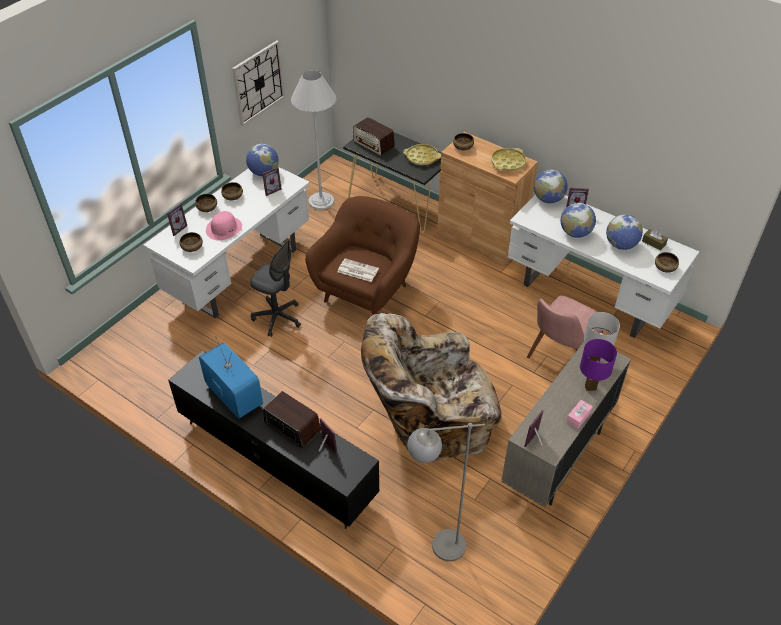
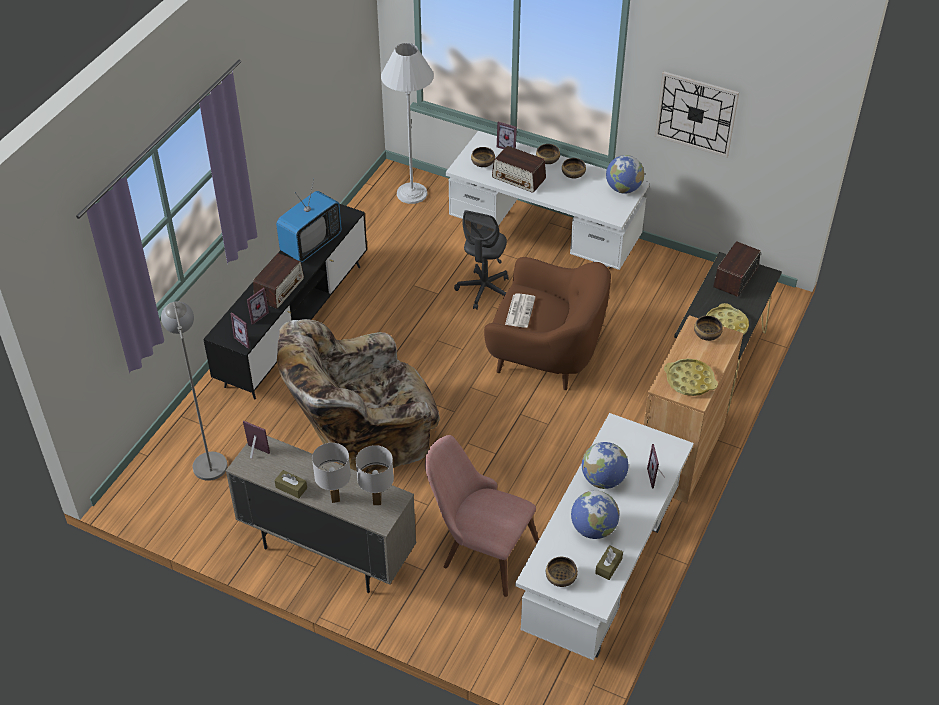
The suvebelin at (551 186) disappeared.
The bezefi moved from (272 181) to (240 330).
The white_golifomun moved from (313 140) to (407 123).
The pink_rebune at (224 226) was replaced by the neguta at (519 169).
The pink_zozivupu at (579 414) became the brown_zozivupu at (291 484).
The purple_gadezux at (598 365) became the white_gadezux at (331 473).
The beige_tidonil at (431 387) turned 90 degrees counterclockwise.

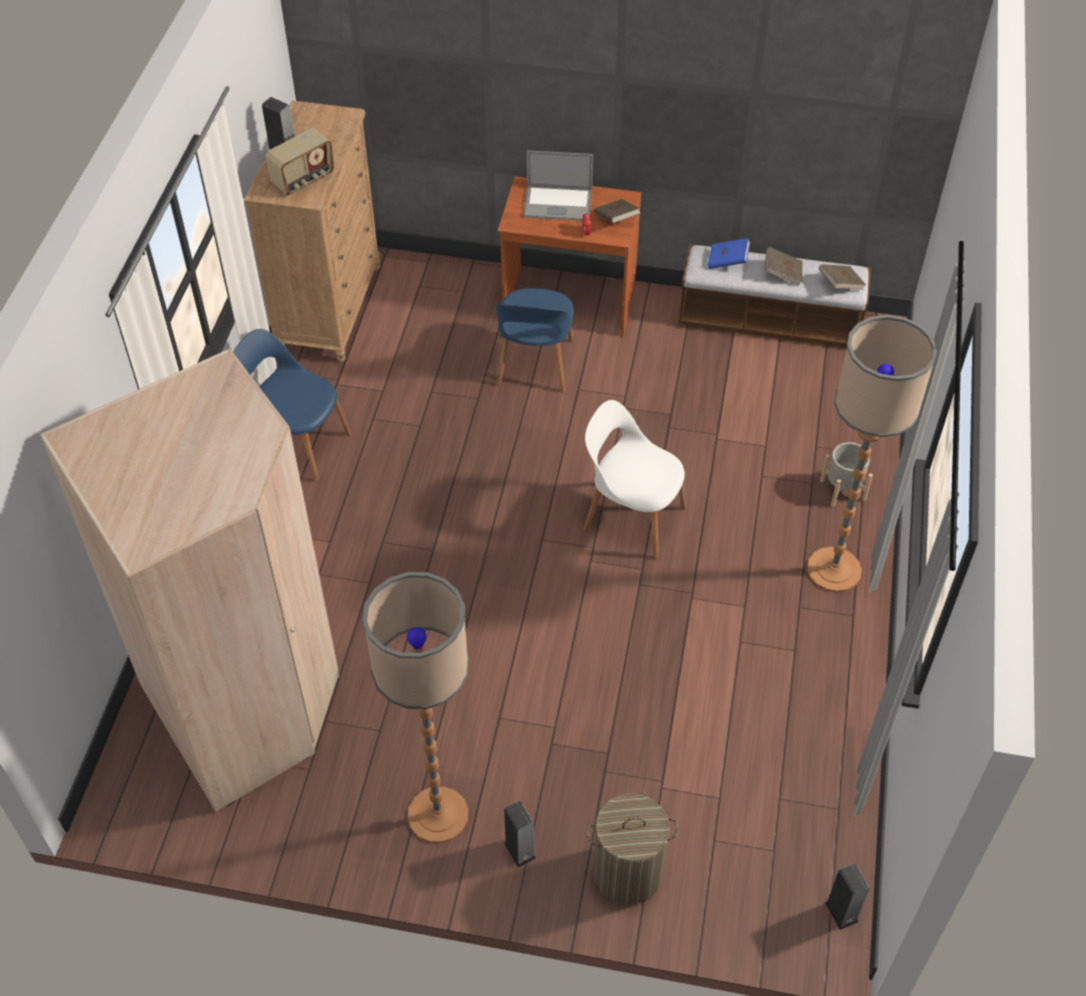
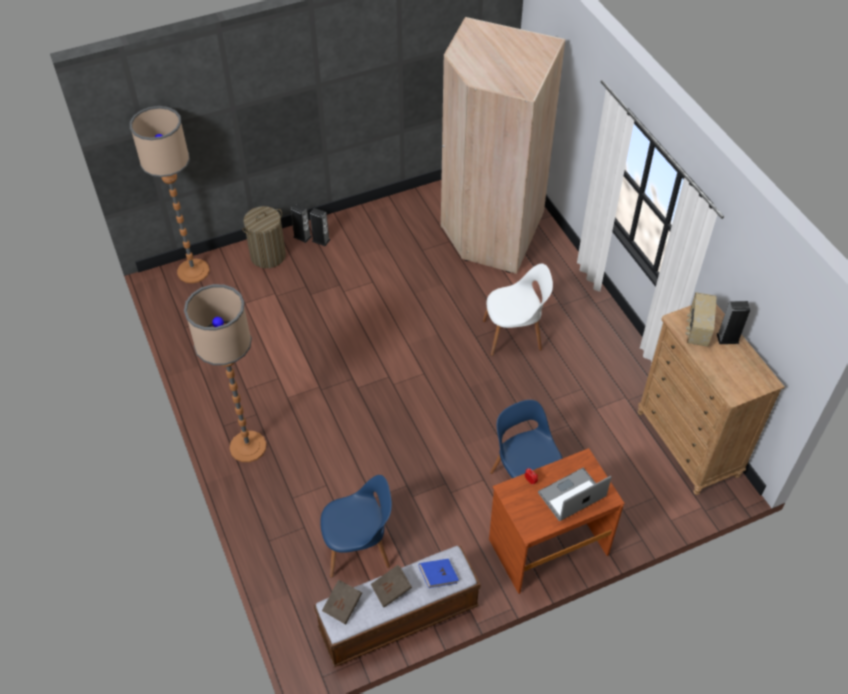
The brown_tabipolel at (617 211) disappeared.
The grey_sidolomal at (846 474) disappeared.
The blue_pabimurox moved from (292 405) to (356 526).
The golifomun moved from (415 707) to (170 194).
The white_pabimurox moved from (634 479) to (518 310).
The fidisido moved from (847 896) to (301 223).

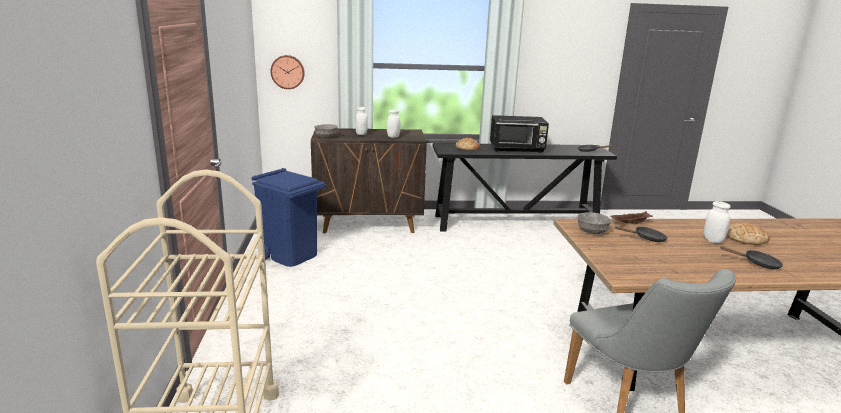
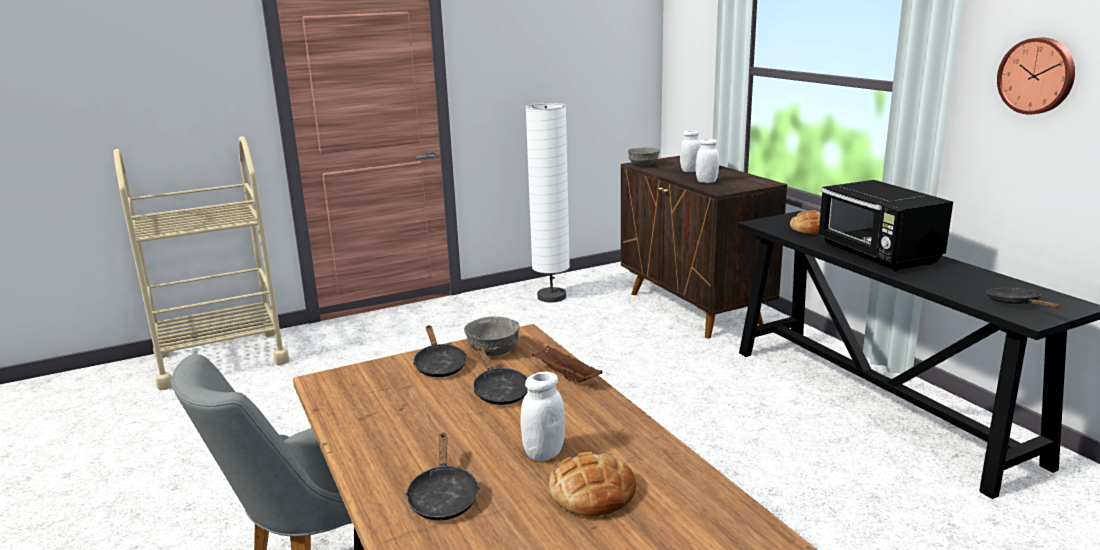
The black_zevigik at (440 351) appeared.
The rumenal moved from (287 72) to (1036 76).
The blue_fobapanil at (288 217) was replaced by the white_golifomun at (548 202).

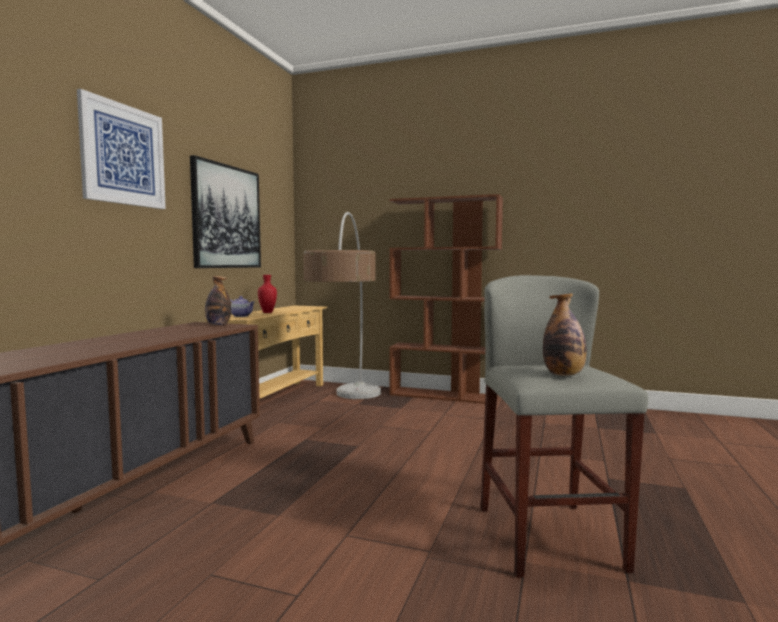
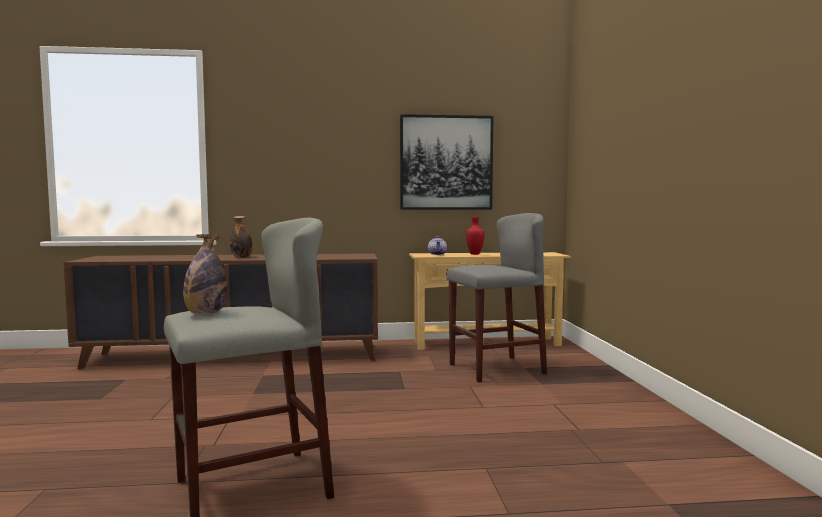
The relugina at (121 149) disappeared.
The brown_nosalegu at (446 299) disappeared.
The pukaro moved from (218 300) to (241 237).
The golifomun at (342 305) was replaced by the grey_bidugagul at (496 298).

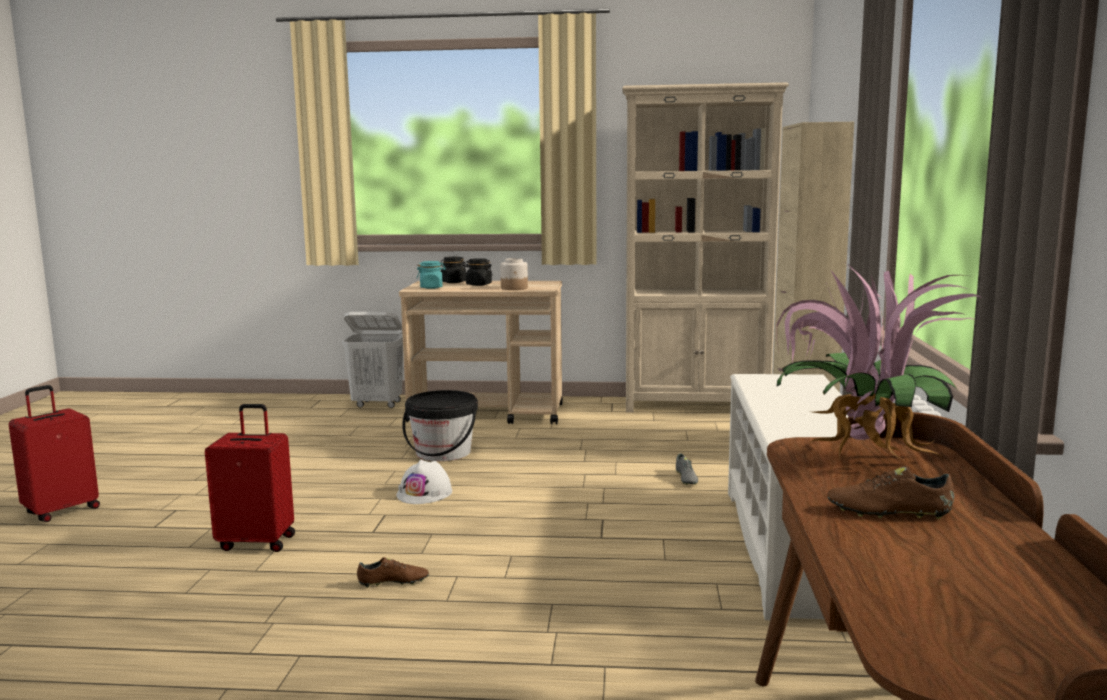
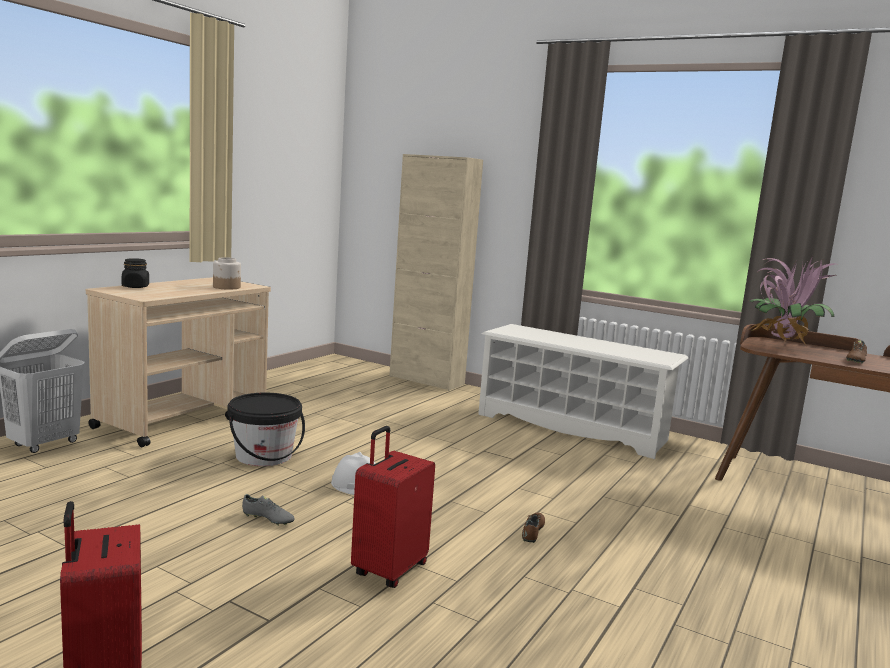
The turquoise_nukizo at (431 275) disappeared.
The black_nukizo at (478 272) disappeared.
The beige_nosalegu at (705 247) disappeared.
The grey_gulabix moved from (687 469) to (268 510).

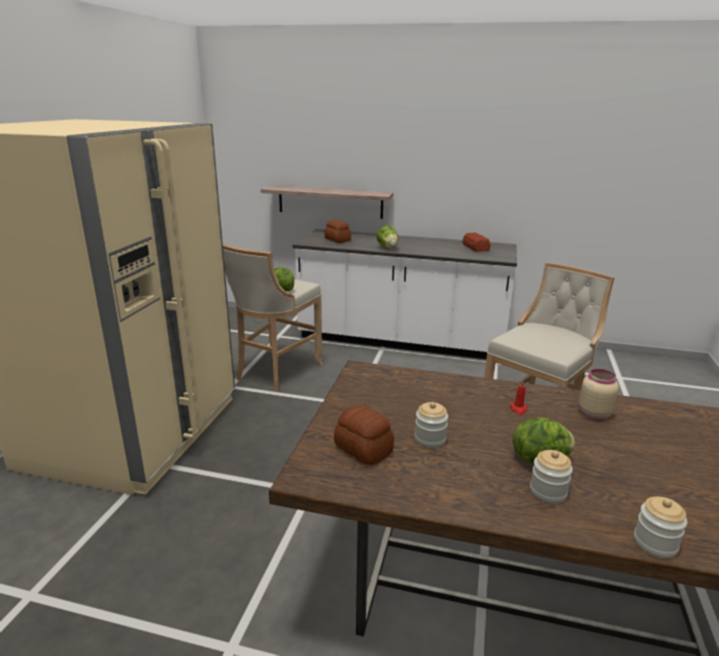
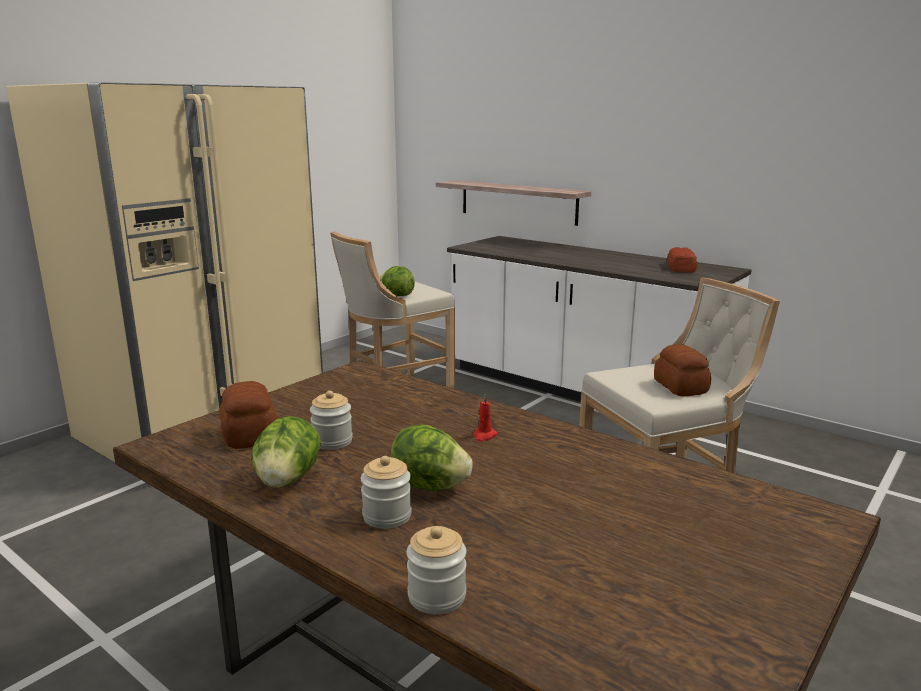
The beige_nukizo at (599 394) disappeared.
The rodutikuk moved from (338 231) to (682 370).
The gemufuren moved from (387 237) to (286 452).

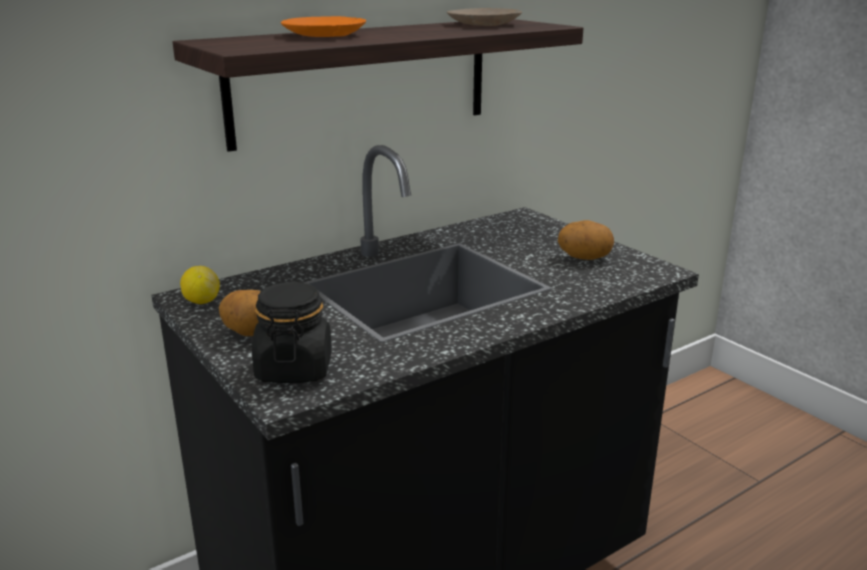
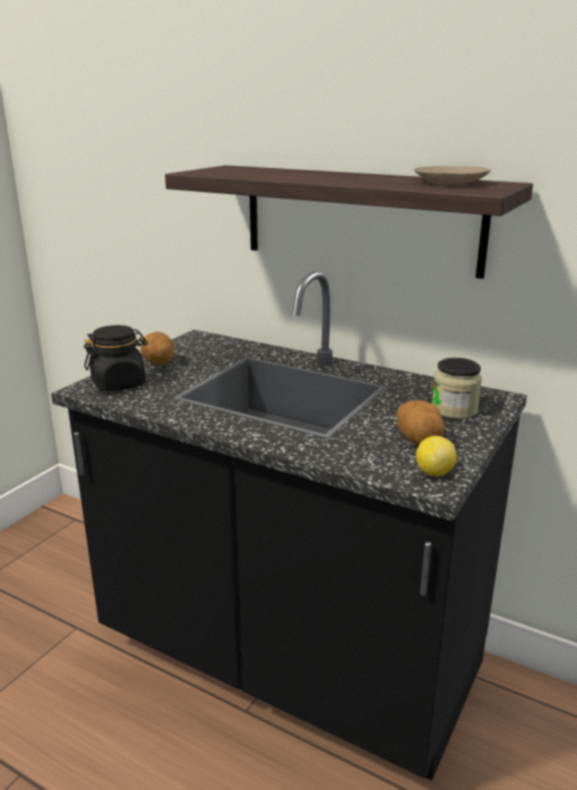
The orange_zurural at (323 26) disappeared.
The nukizo at (457 388) appeared.
The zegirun moved from (200 285) to (436 456).

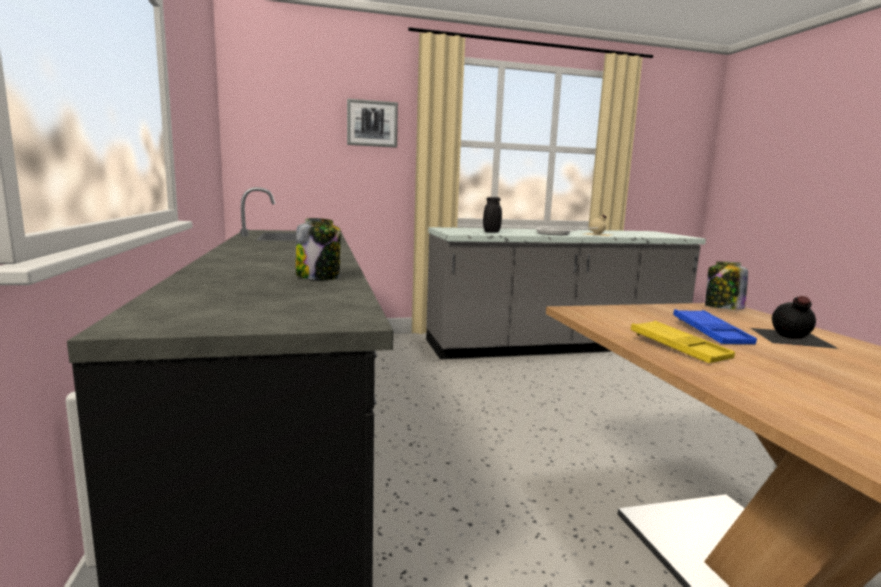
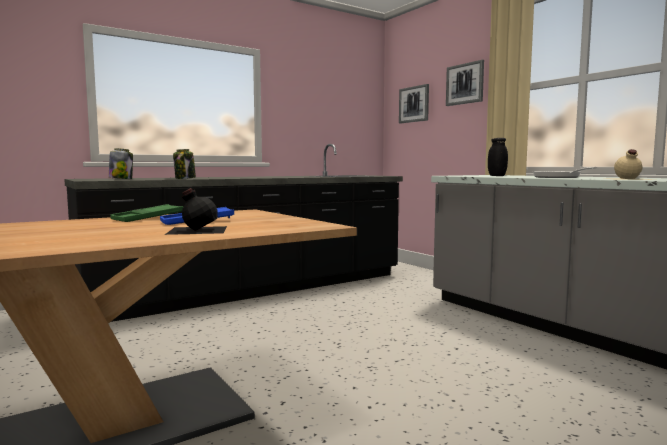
The relugina at (414 103) appeared.
The nukizo moved from (726 285) to (121 163).
The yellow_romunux at (683 342) became the green_romunux at (146 213).

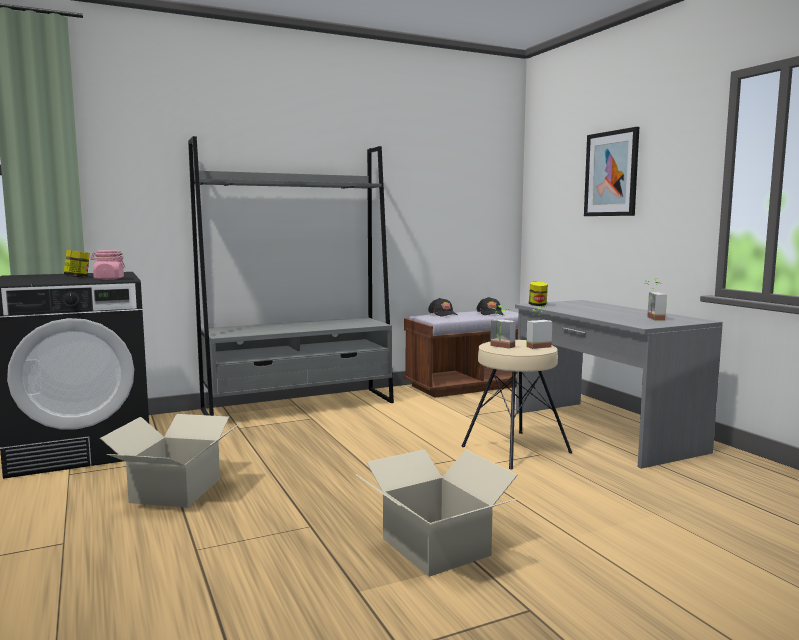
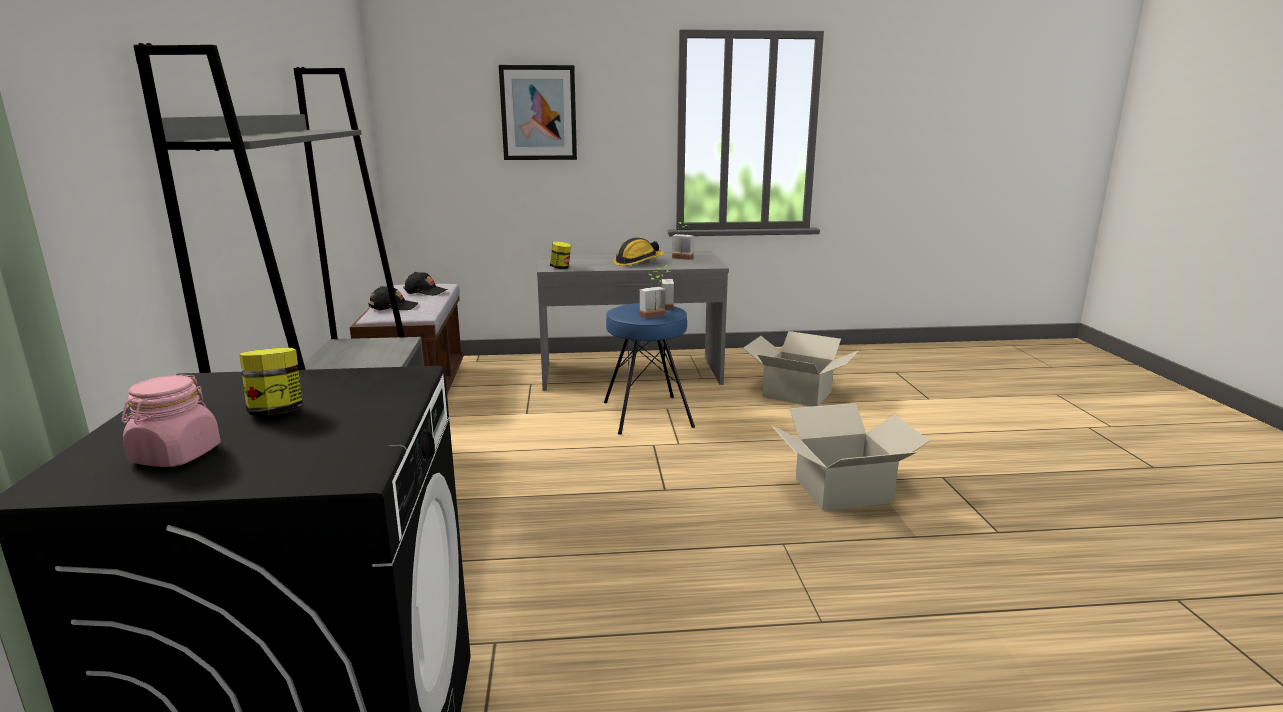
The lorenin at (639 252) appeared.
The pink_nukizo moved from (108 265) to (170 420).
The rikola moved from (170 461) to (800 369).
The beige_bidugagul at (516 405) became the blue_bidugagul at (649 369).

